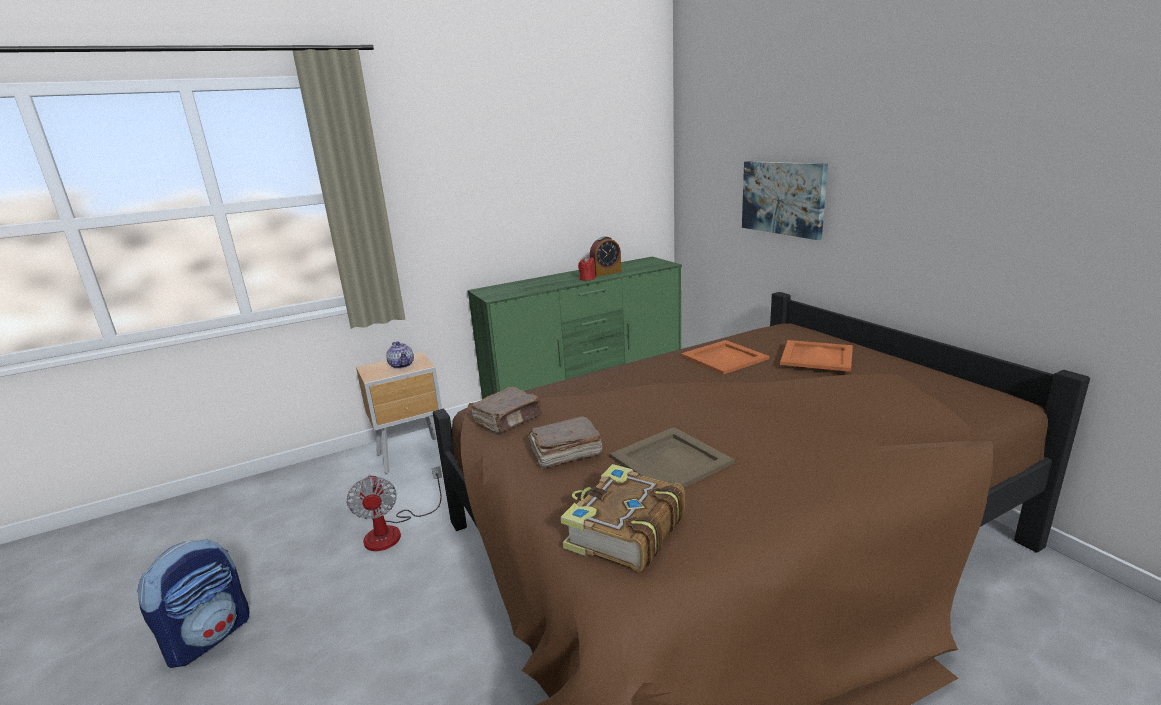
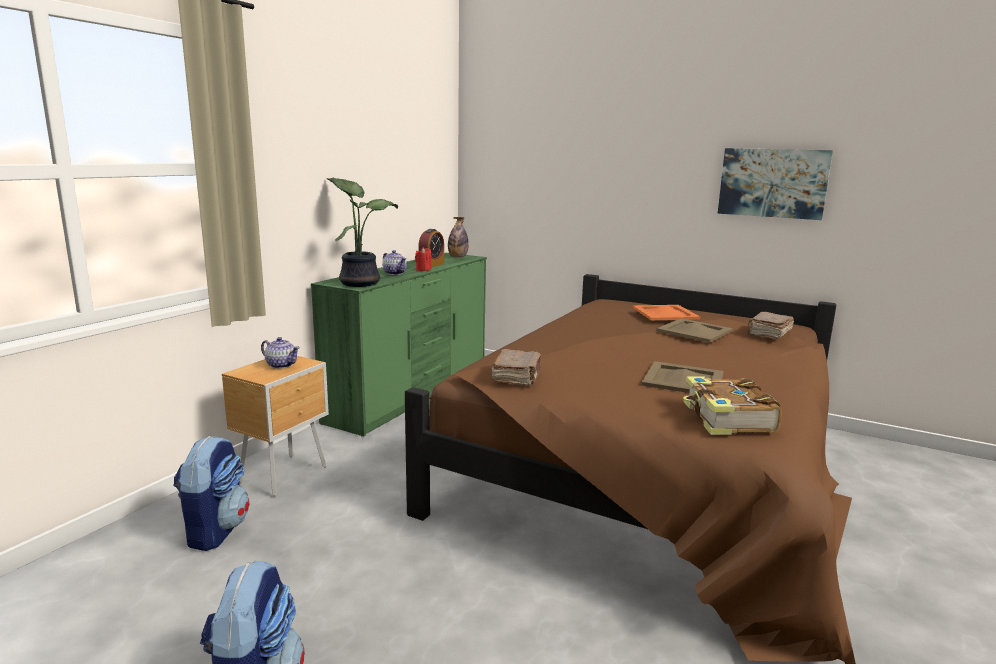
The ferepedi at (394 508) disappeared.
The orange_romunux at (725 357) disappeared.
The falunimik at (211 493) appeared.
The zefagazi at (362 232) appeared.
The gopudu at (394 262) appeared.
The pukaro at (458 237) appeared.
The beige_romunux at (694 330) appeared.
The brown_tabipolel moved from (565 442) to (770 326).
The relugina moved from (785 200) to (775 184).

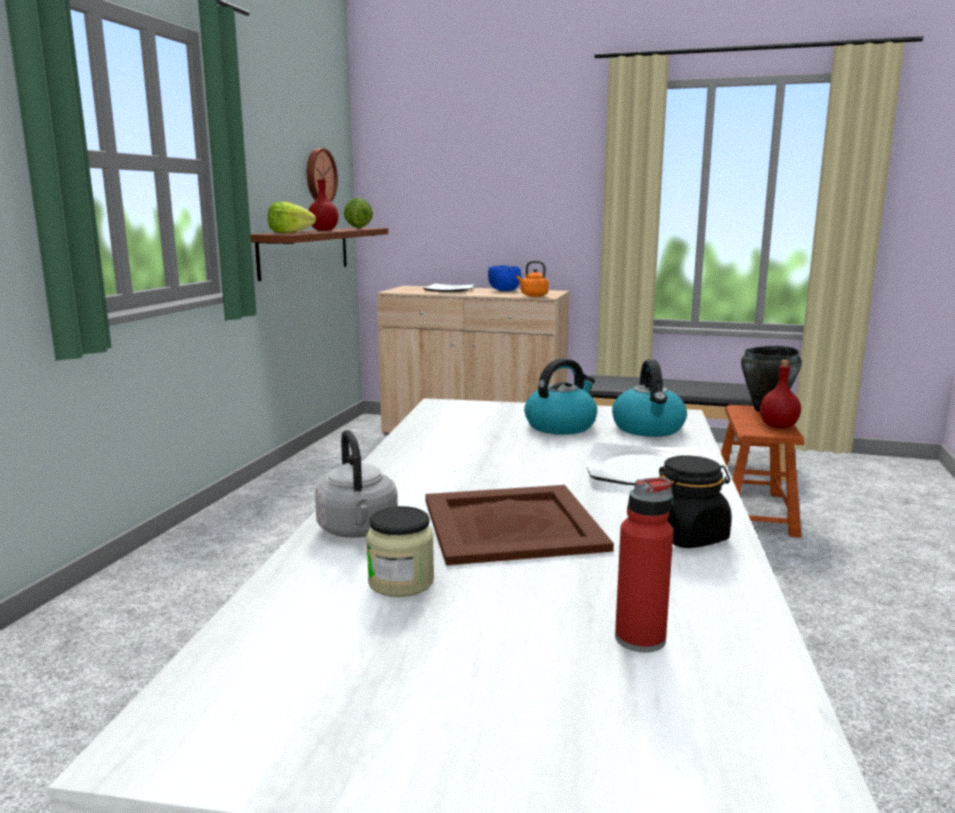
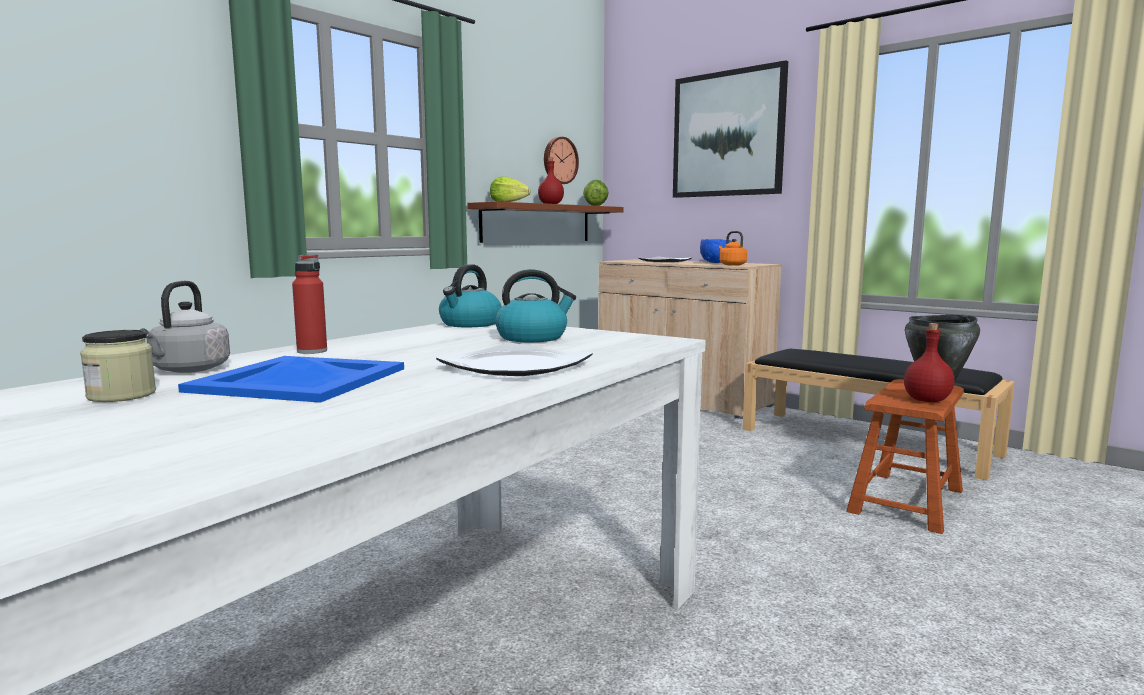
The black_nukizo at (695 501) disappeared.
The relugina at (730 129) appeared.
The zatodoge moved from (649 398) to (470 295).
The red_pukaro moved from (644 565) to (309 304).
The brown_romunux at (519 525) became the blue_romunux at (291 379).

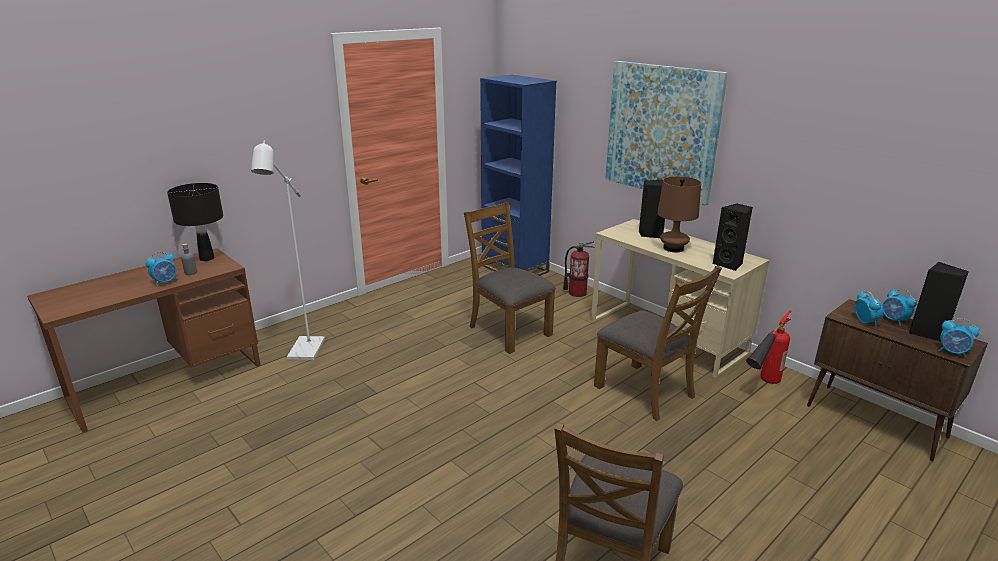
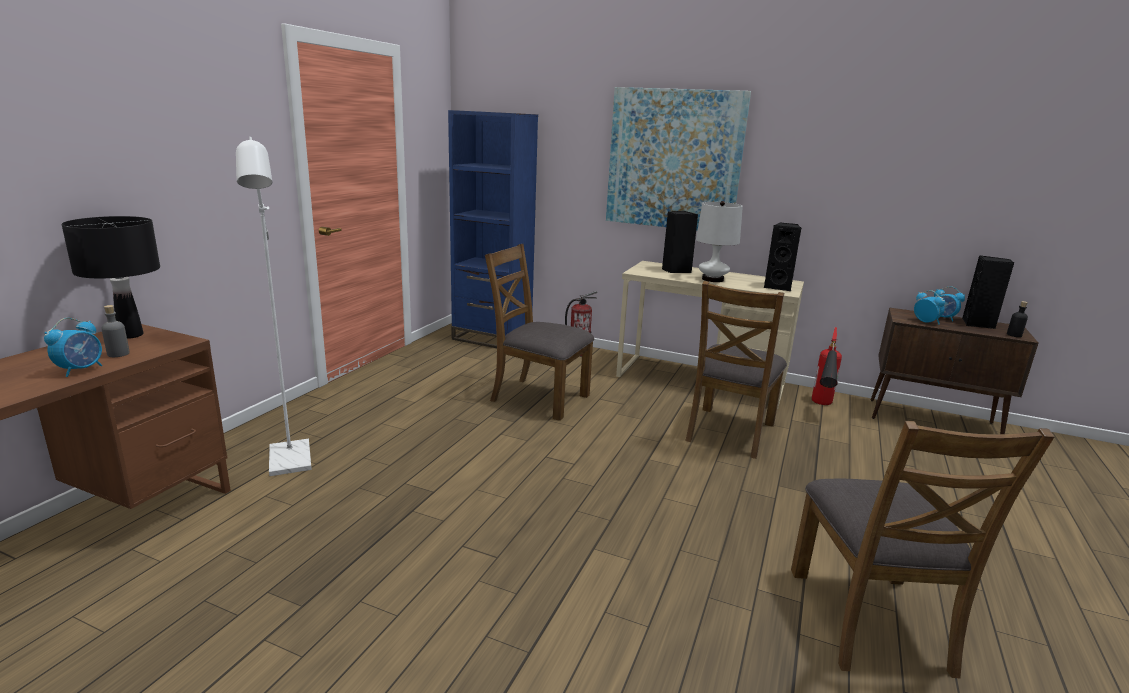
The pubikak at (959 338) was replaced by the black_pukaro at (1017 319).
The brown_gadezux at (679 214) became the white_gadezux at (719 241).
The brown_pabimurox at (658 343) turned 90 degrees clockwise.

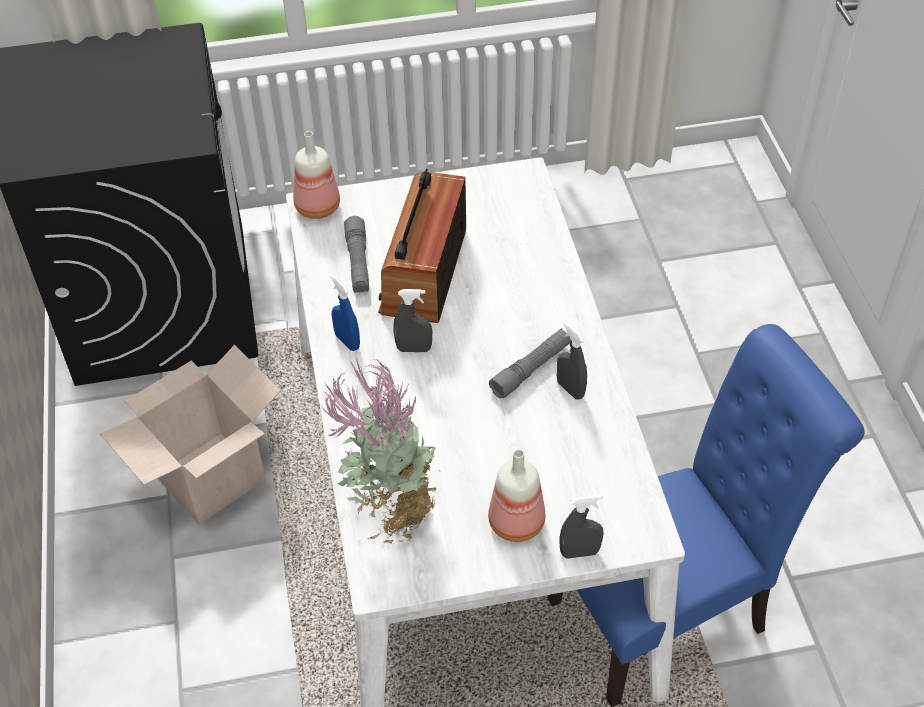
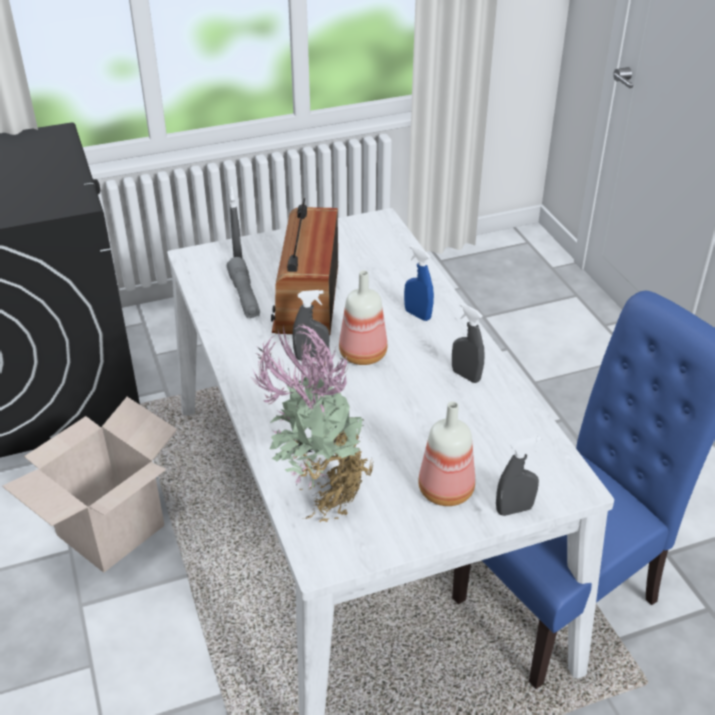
The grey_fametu at (530 363) disappeared.
The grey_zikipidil at (236 222) appeared.
The pukaro moved from (316 175) to (363 317).
The blue_zikipidil moved from (345 312) to (419 283).

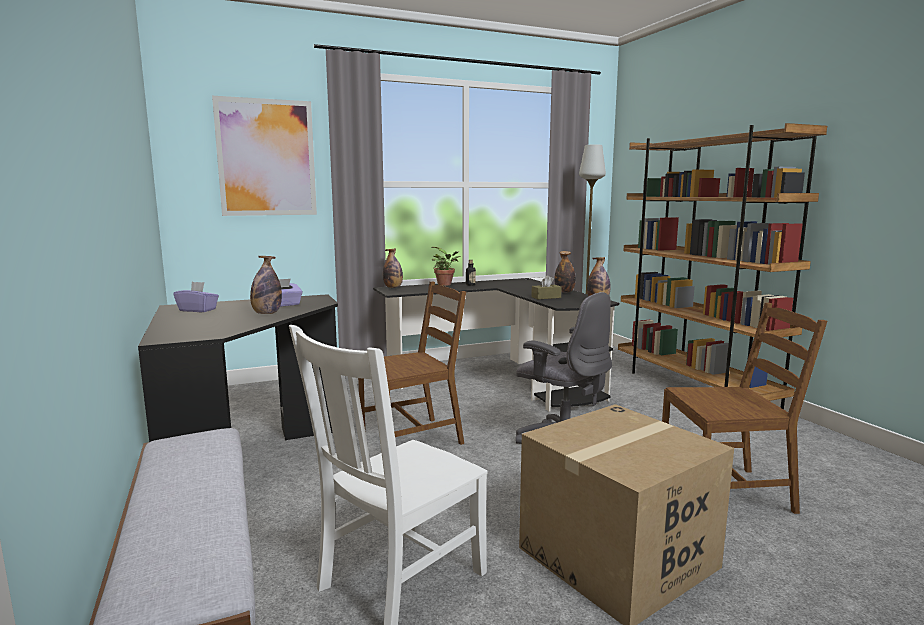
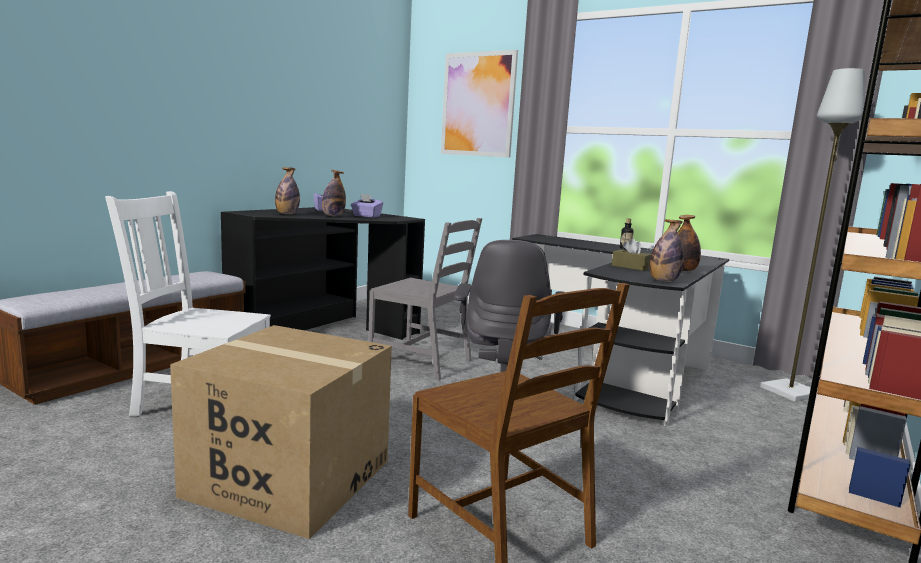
The zefagazi at (445 266) disappeared.
The pukaro moved from (393 268) to (287 190).
The brown_pabimurox at (412 363) became the grey_pabimurox at (425 299).

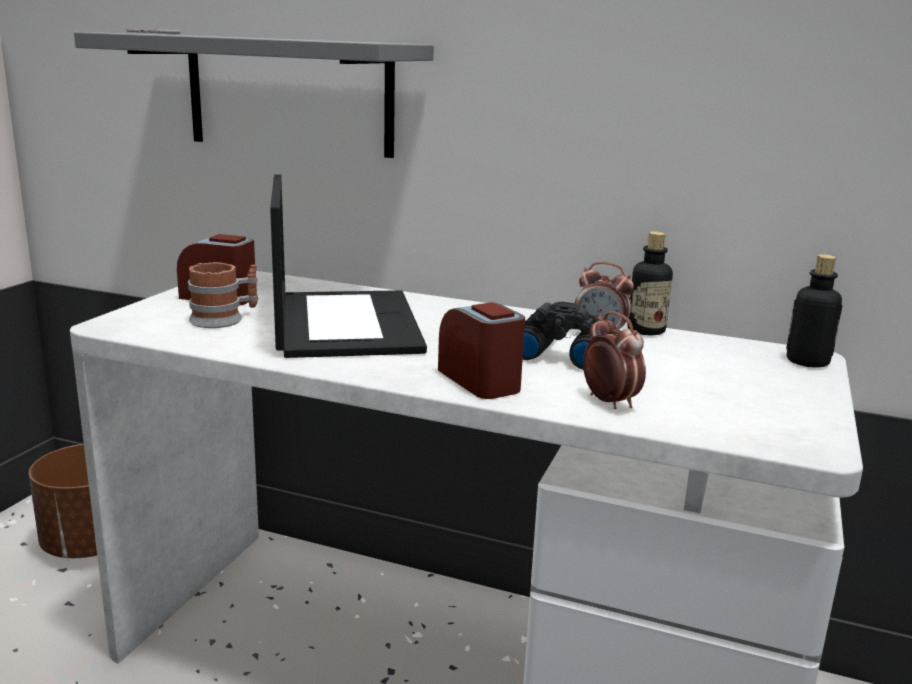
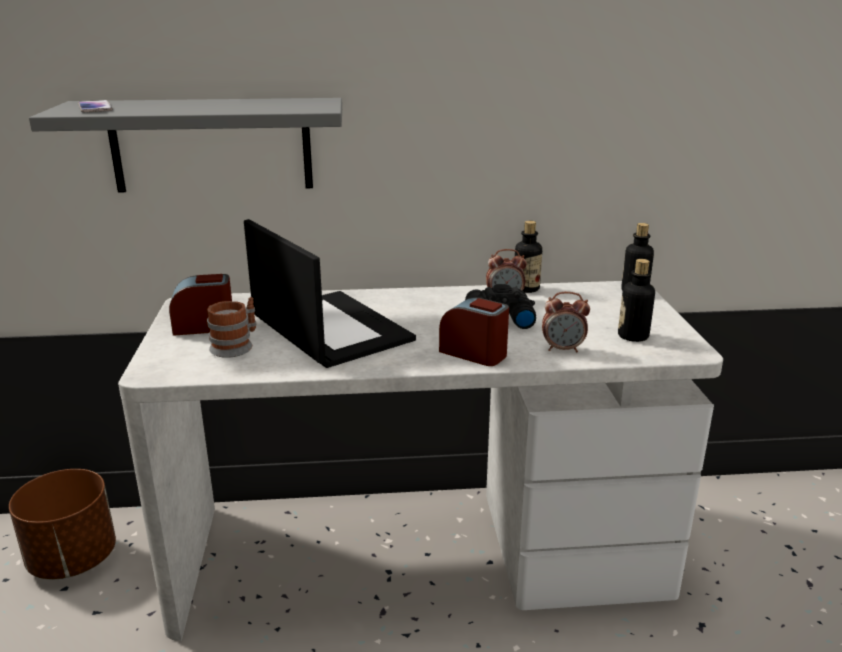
The pukaro at (636 300) appeared.
The pubikak at (614 360) turned 150 degrees clockwise.

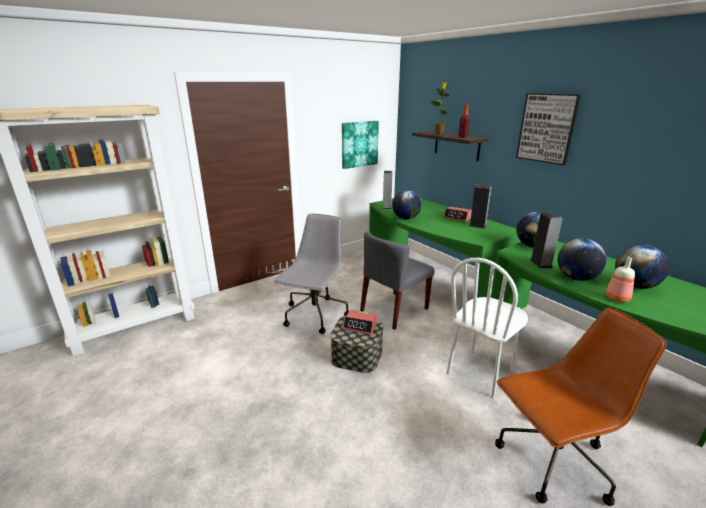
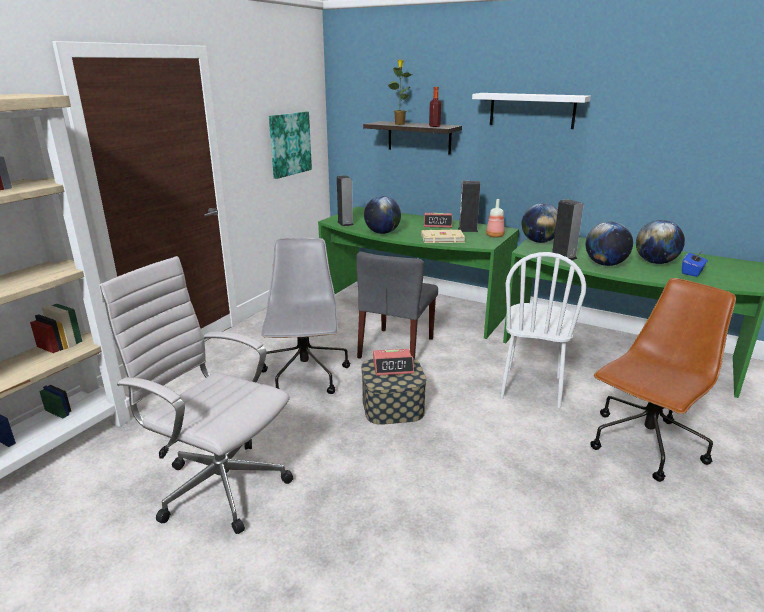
The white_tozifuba at (196 395) appeared.
The beige_tabipolel at (443 236) appeared.
The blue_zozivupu at (695 264) appeared.
The pukaro moved from (620 279) to (495 218).
The relugina at (548 129) was replaced by the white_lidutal at (531 111).

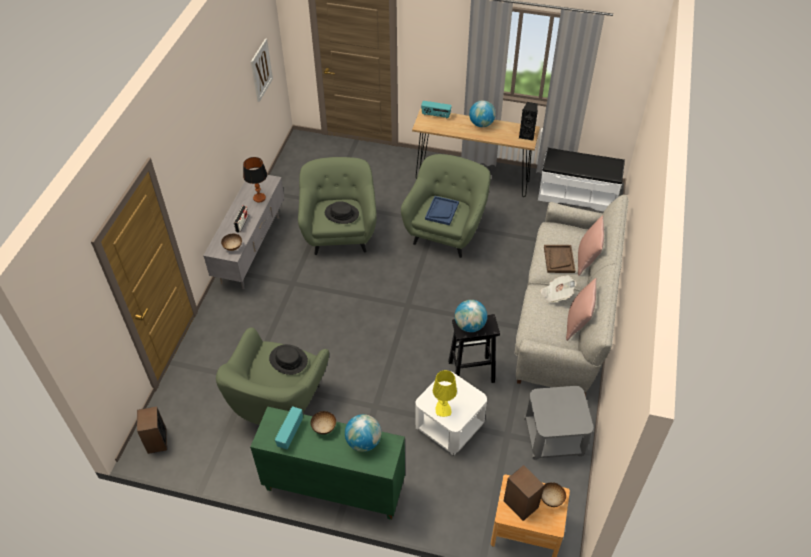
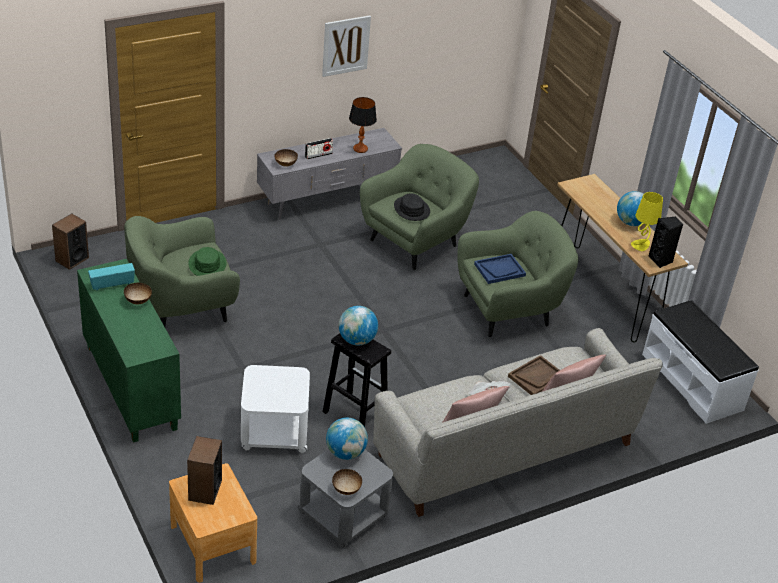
The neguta at (436 110) disappeared.
The relugina moved from (262 70) to (346 46).
The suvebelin moved from (363 433) to (347 439).
The yellow_gadezux moved from (445 393) to (647 221).
The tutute moved from (553 494) to (347 482).
The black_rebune at (288 359) became the green_rebune at (207 261).

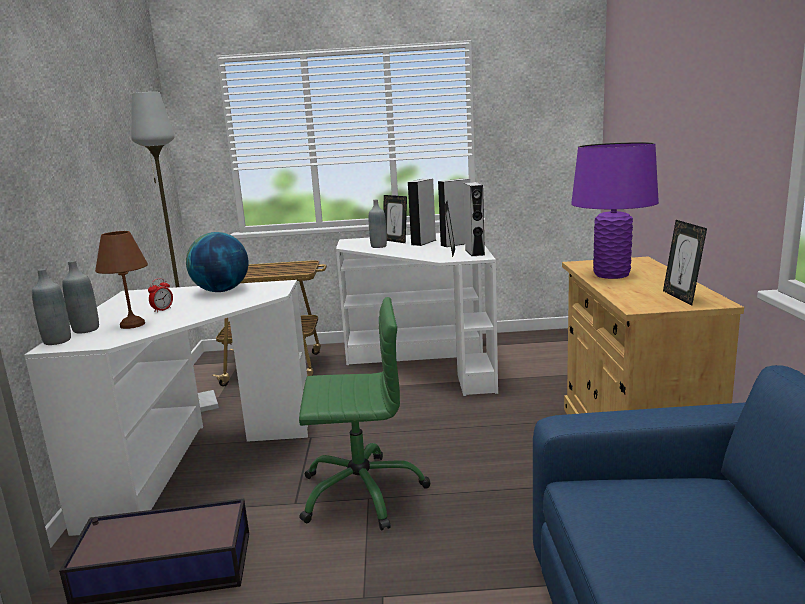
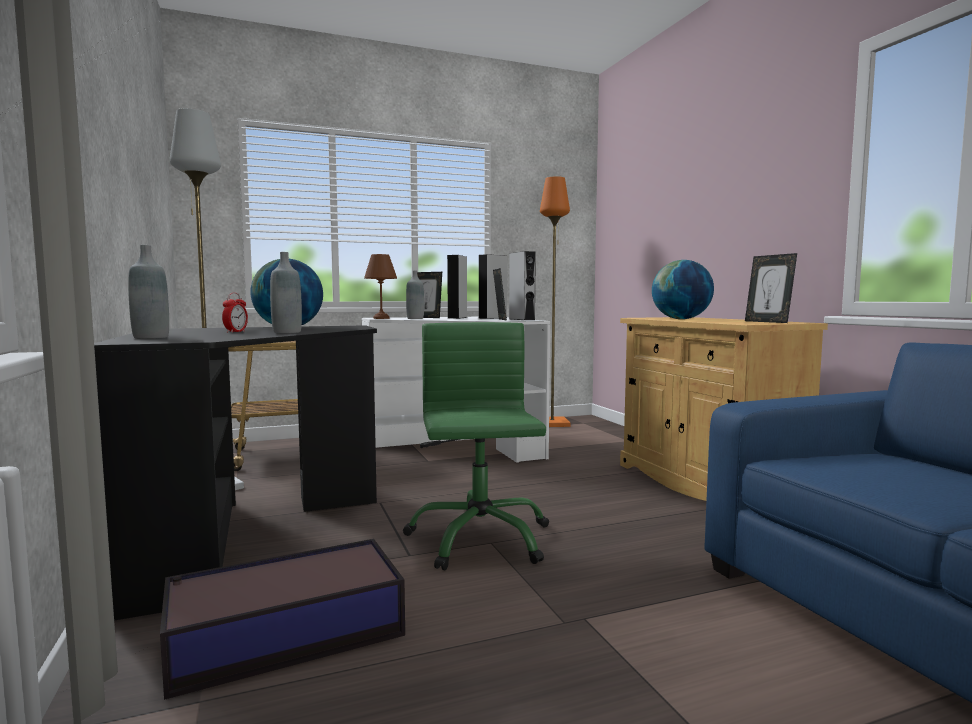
The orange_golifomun at (555 301) appeared.
The grey_pukaro moved from (51 307) to (286 292).
The brown_gadezux moved from (121 280) to (380 286).
The purple_gadezux at (615 210) was replaced by the suvebelin at (683 289).
The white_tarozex at (166 408) became the black_tarozex at (235 472).
The green_tozifuba at (365 414) turned 75 degrees counterclockwise.

